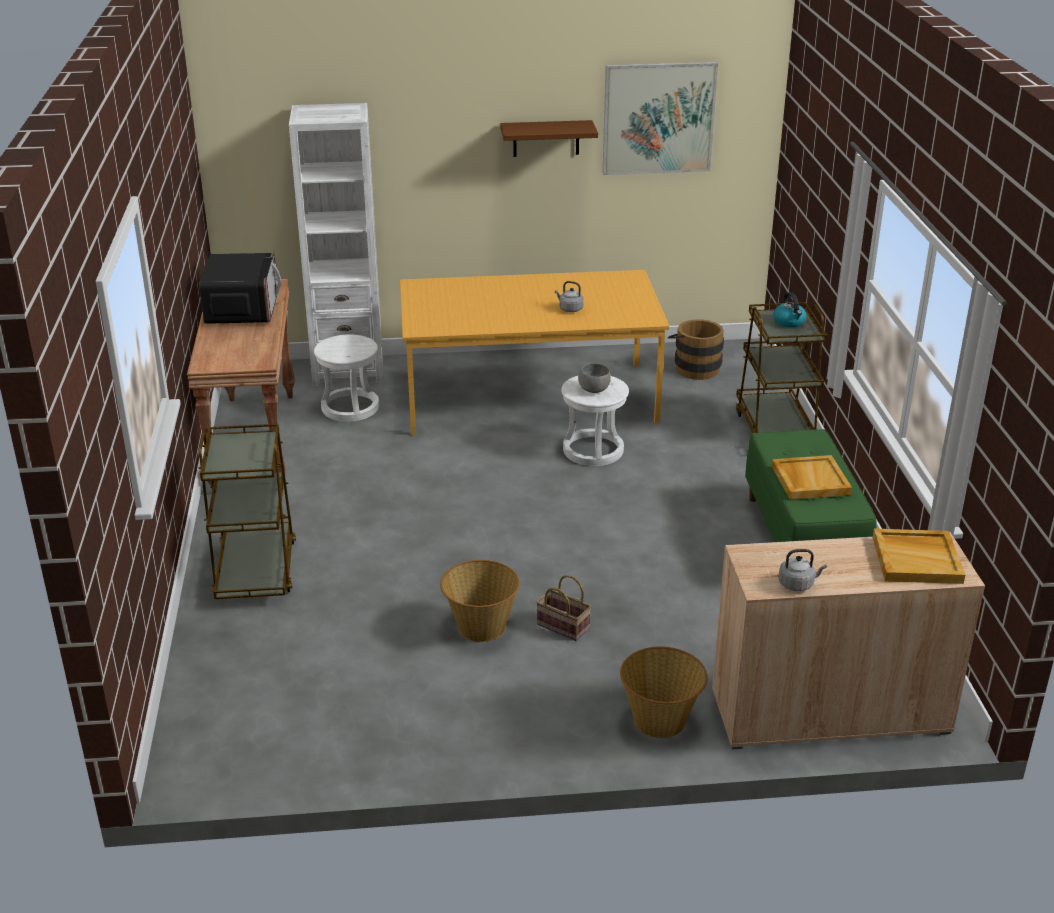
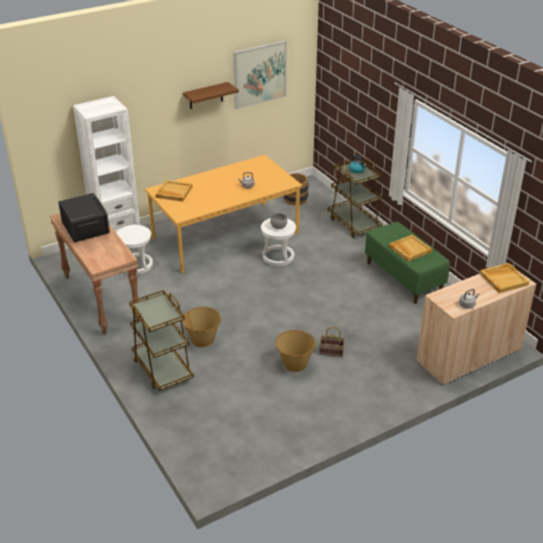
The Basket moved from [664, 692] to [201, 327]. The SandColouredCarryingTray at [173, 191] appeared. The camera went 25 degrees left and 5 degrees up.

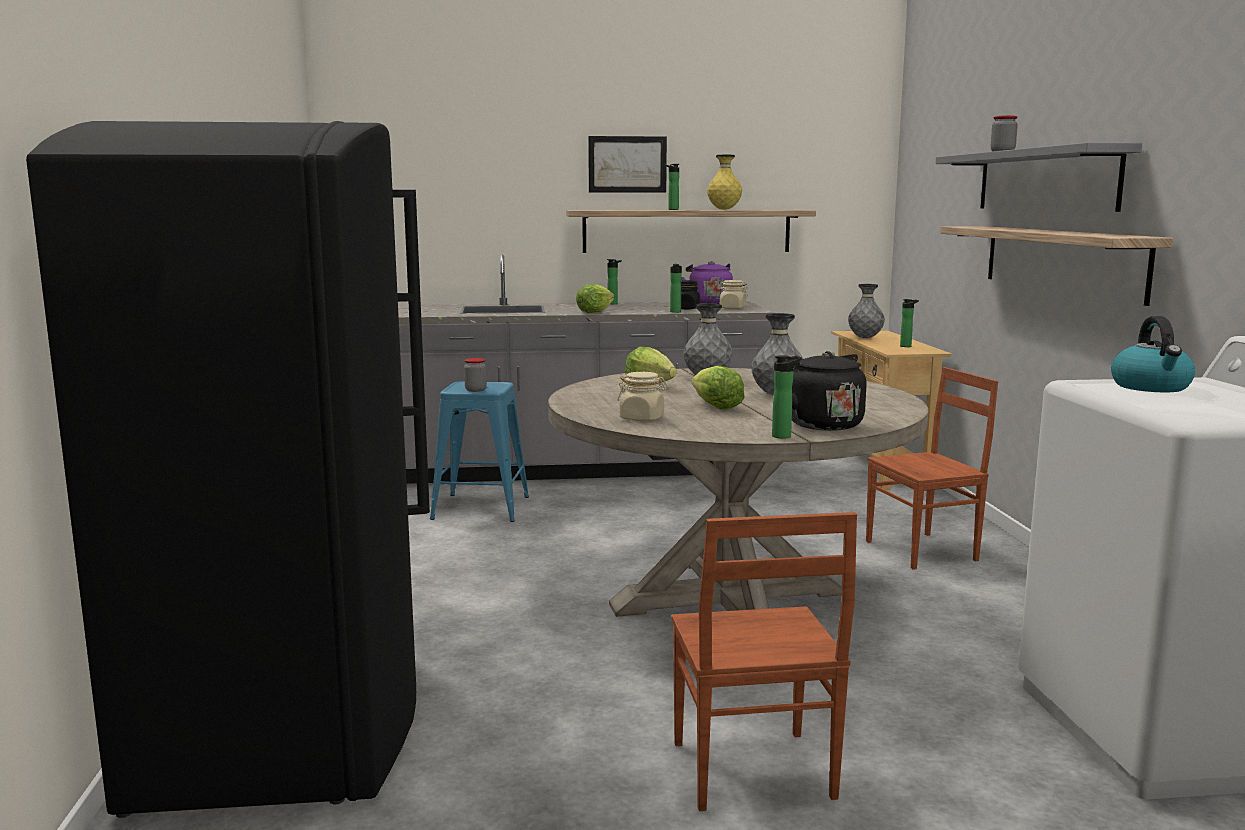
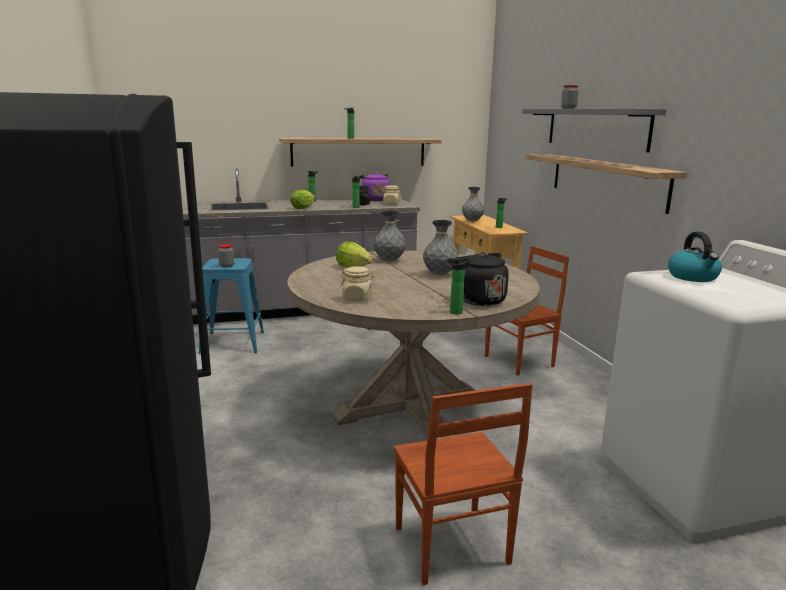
The WallArt at [627, 164] disappeared. The YellowDecorativeVase at [724, 182] disappeared. The Lettuce at [718, 388] disappeared. The camera went 10 degrees left and 5 degrees up.

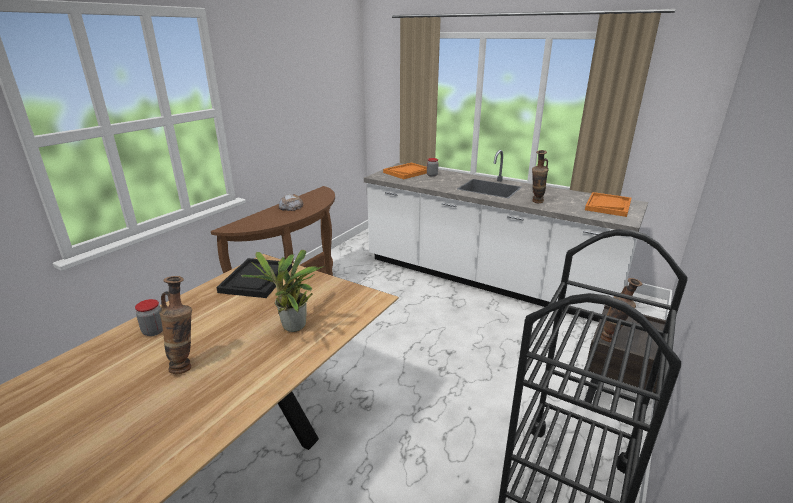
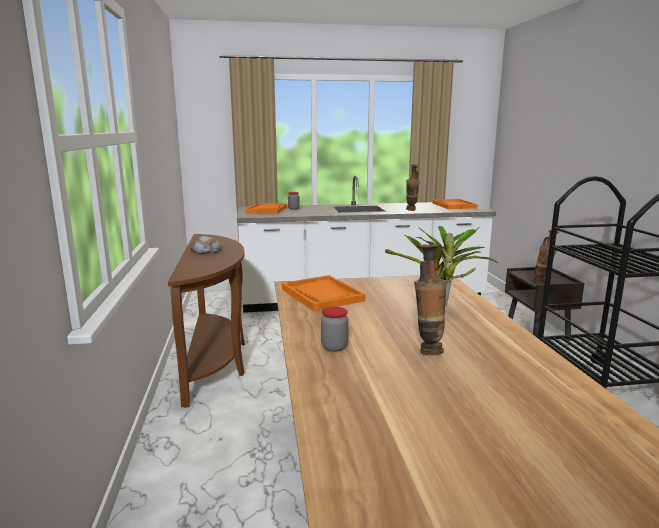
The BlackCarryingTray at [254, 278] became the OrangeCarryingTray at [324, 293]. The camera went 40 degrees left and 10 degrees down.

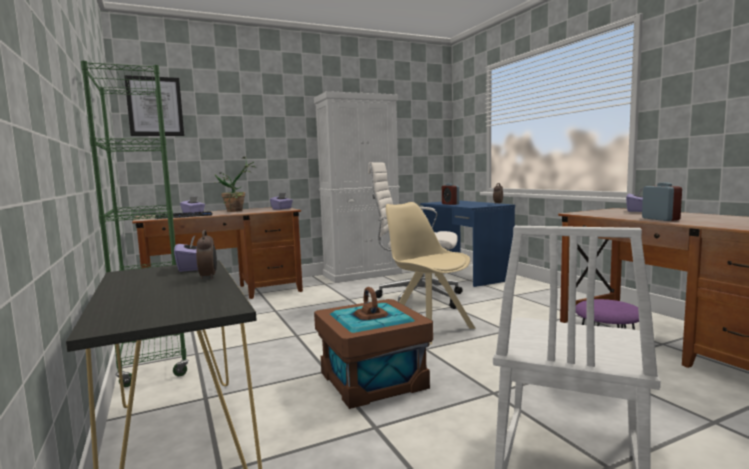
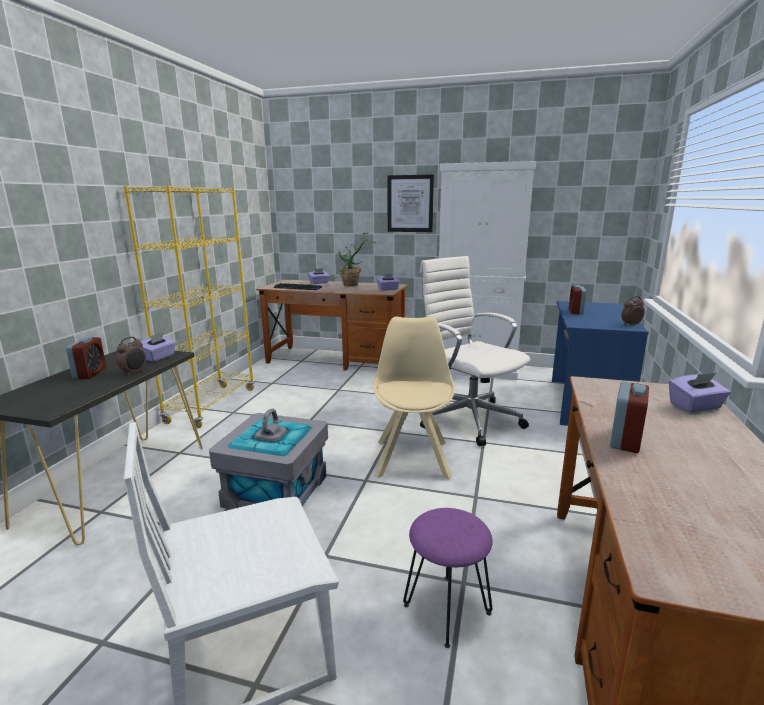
The GreenishBookcase at [135, 223] became the YellowBookcase at [189, 306]. The WallArt moved from [154, 105] to [410, 203]. The BrownishStorageContainer at [373, 348] became the GreyStorageContainer at [268, 458]. The TableClock at [86, 358] appeared. The camera went 40 degrees right and 10 degrees up.

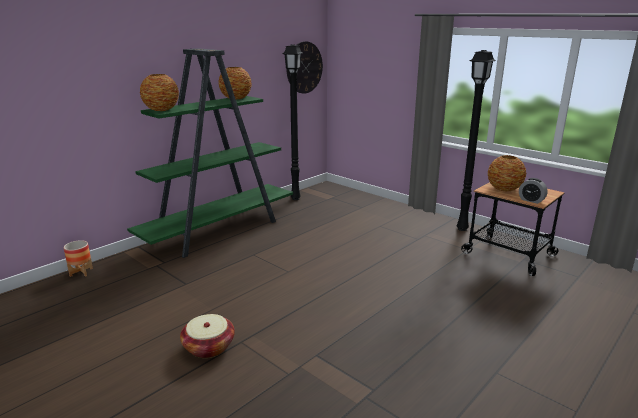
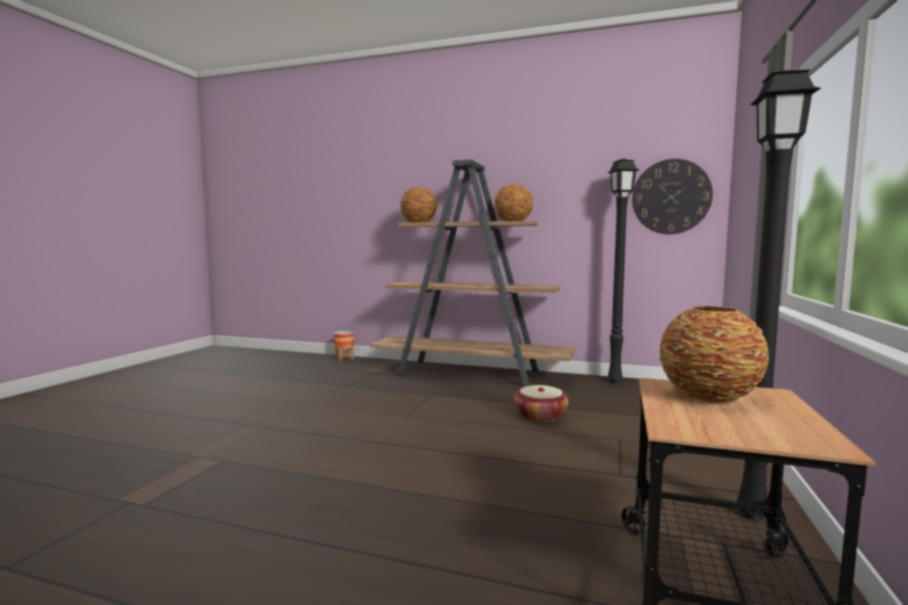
The GreenishBookcase at [210, 153] became the BrownishBookcase at [472, 273]. The TableClock at [533, 191] disappeared. The Basket moved from [207, 336] to [541, 403]. The camera went 65 degrees right and 15 degrees down.

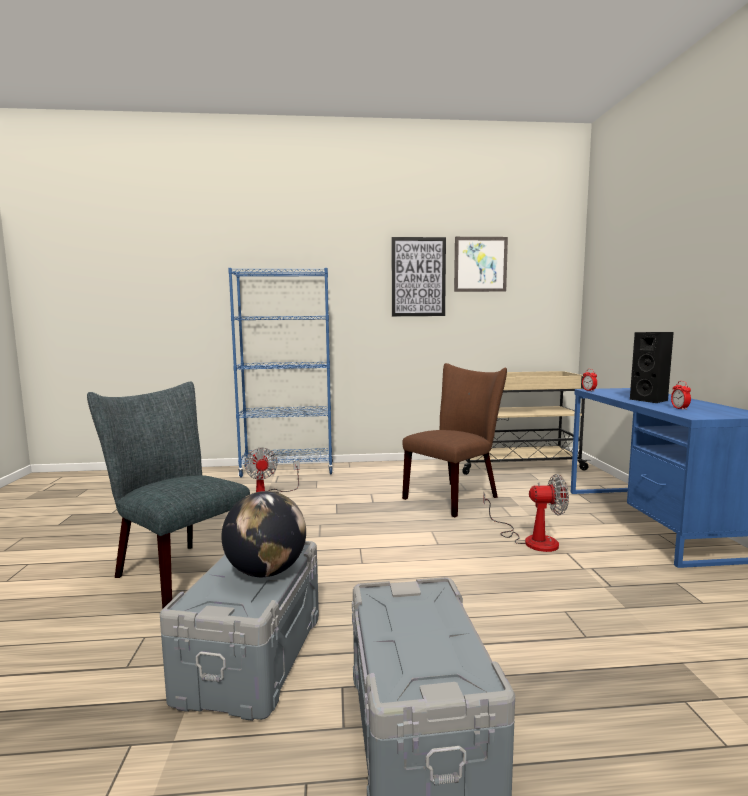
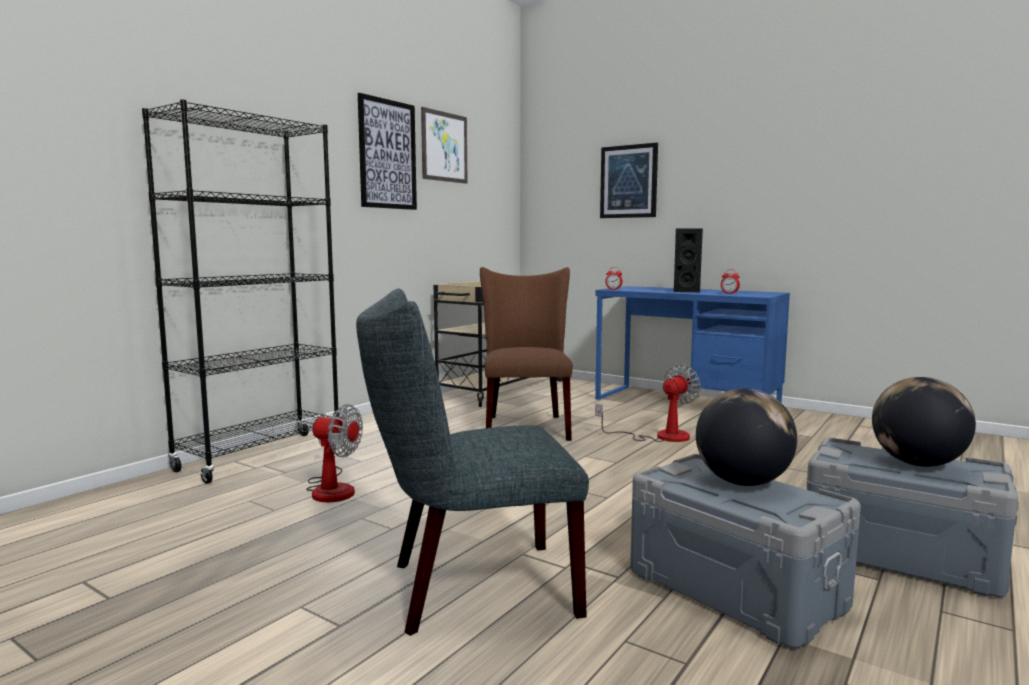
The BlueBookcase at [280, 373] became the BlackBookcase at [240, 291]. The WallArt at [629, 180] appeared. The WorldGlobe at [924, 422] appeared. The camera went 50 degrees left and 0 degrees up.

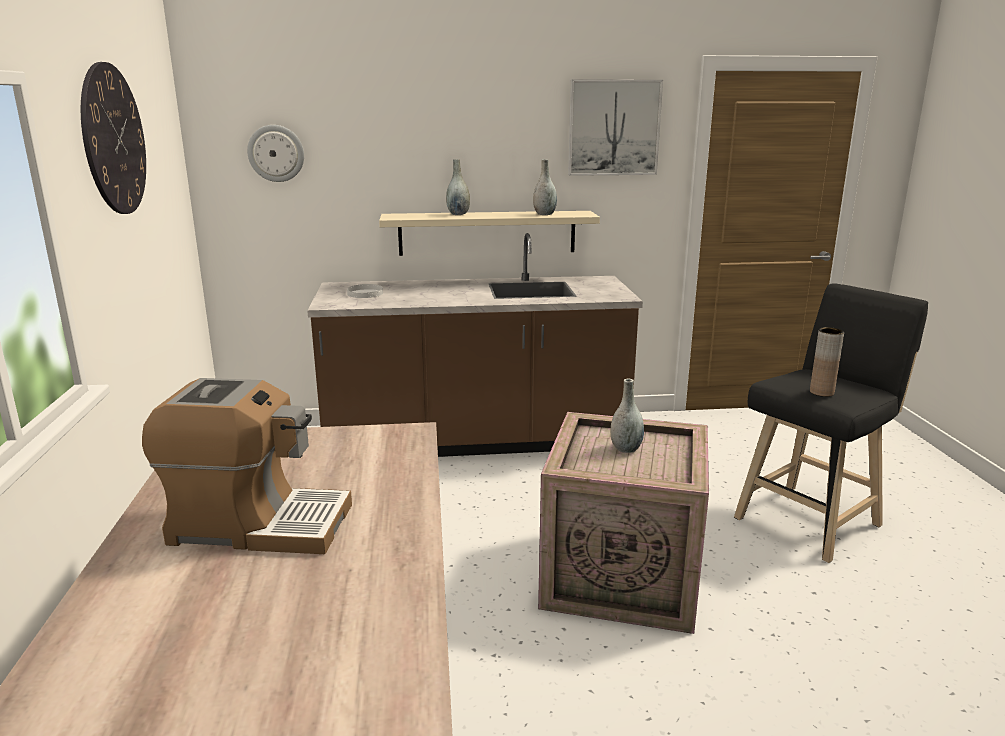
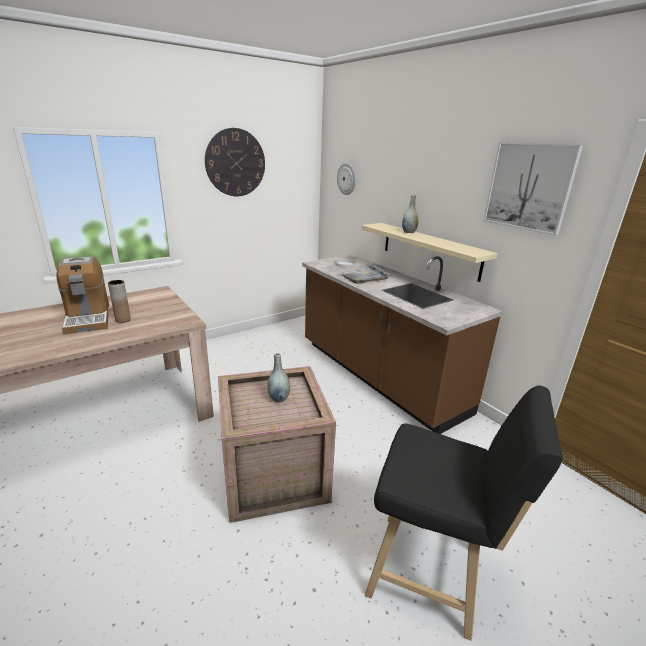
The GreyDecorativeVase at [545, 187] disappeared. The BrownishDecorativeVase moved from [827, 362] to [119, 301]. The GreyCarryingTray at [364, 274] appeared. The camera went 60 degrees right and 5 degrees up.

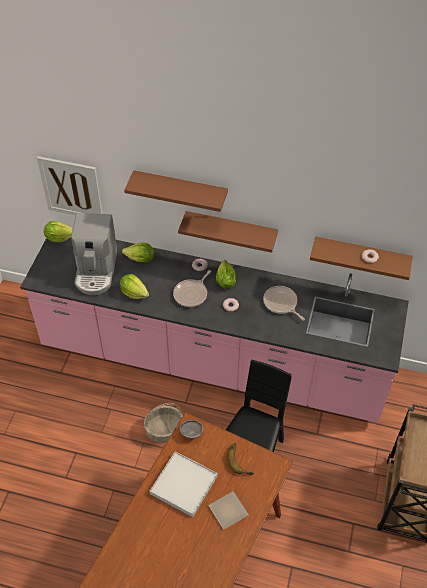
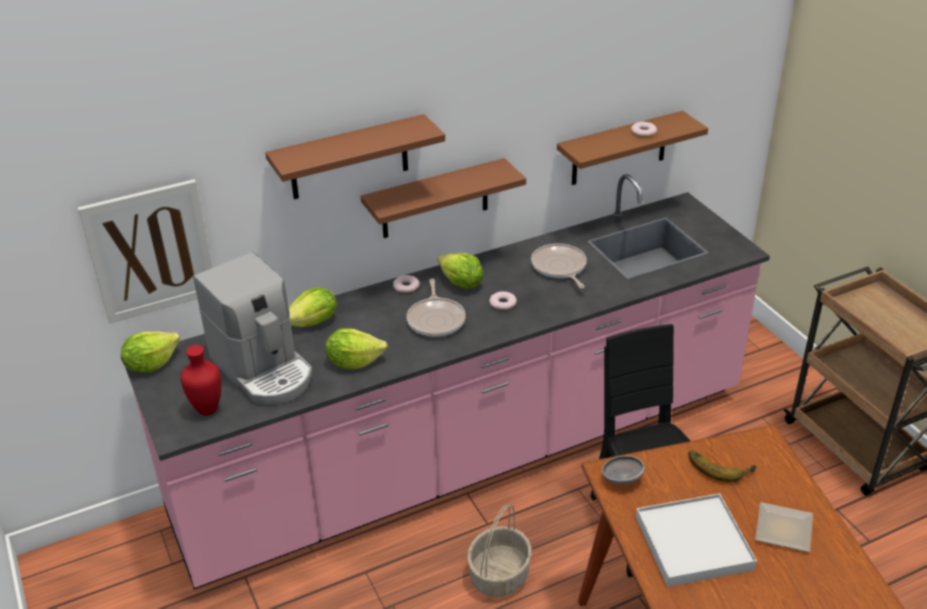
The FryingPan at [284, 303] turned 60 degrees clockwise. The RedColouredDecorativeVase at [201, 380] appeared. The camera went 40 degrees left and 15 degrees down.

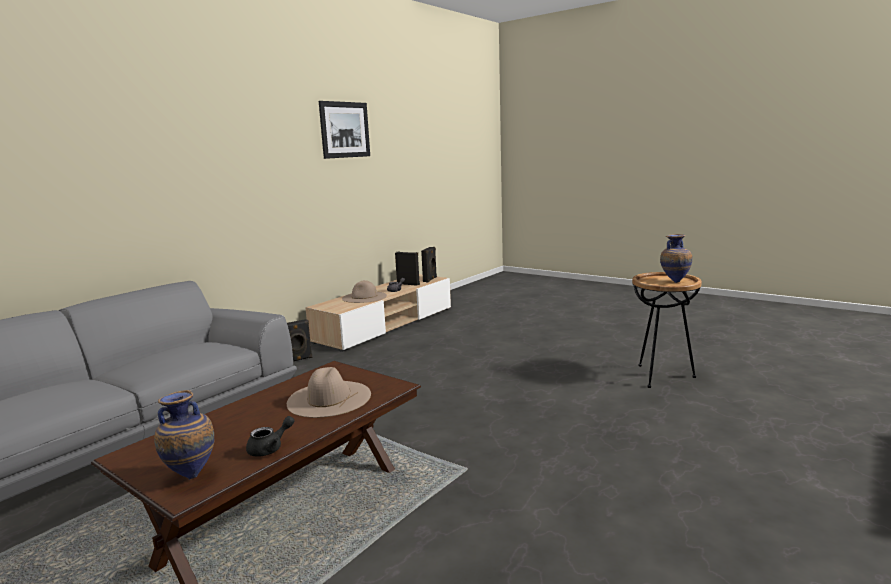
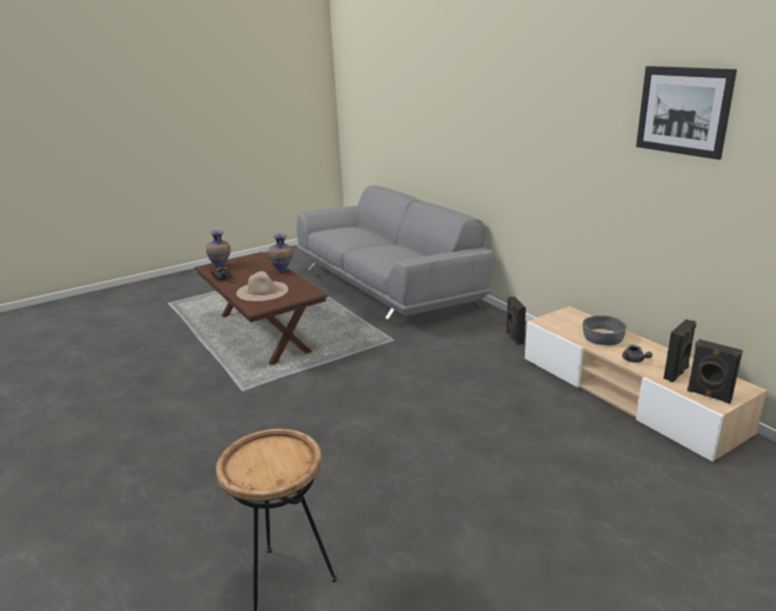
The DecorativeVase moved from [676, 258] to [280, 252]. The SandColouredWearableHat at [364, 291] was replaced by the GreyBowl at [604, 330]. The camera went 110 degrees right and 10 degrees up.

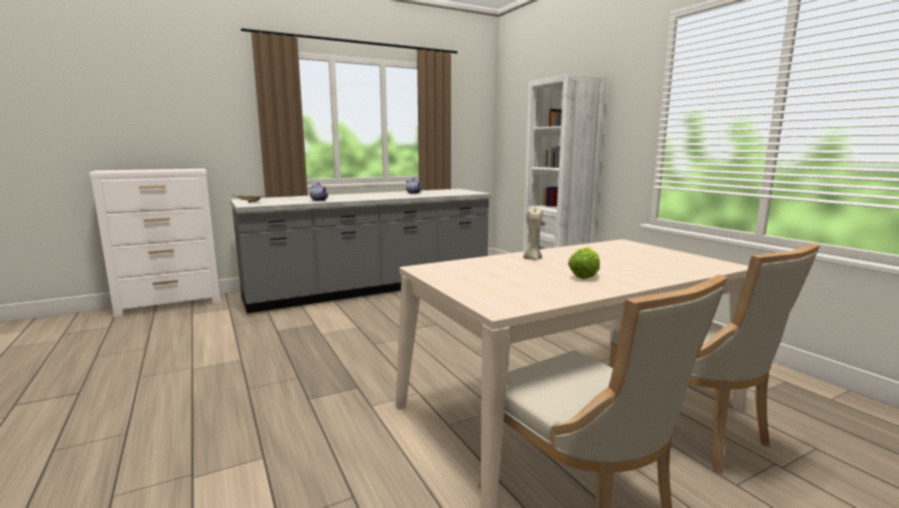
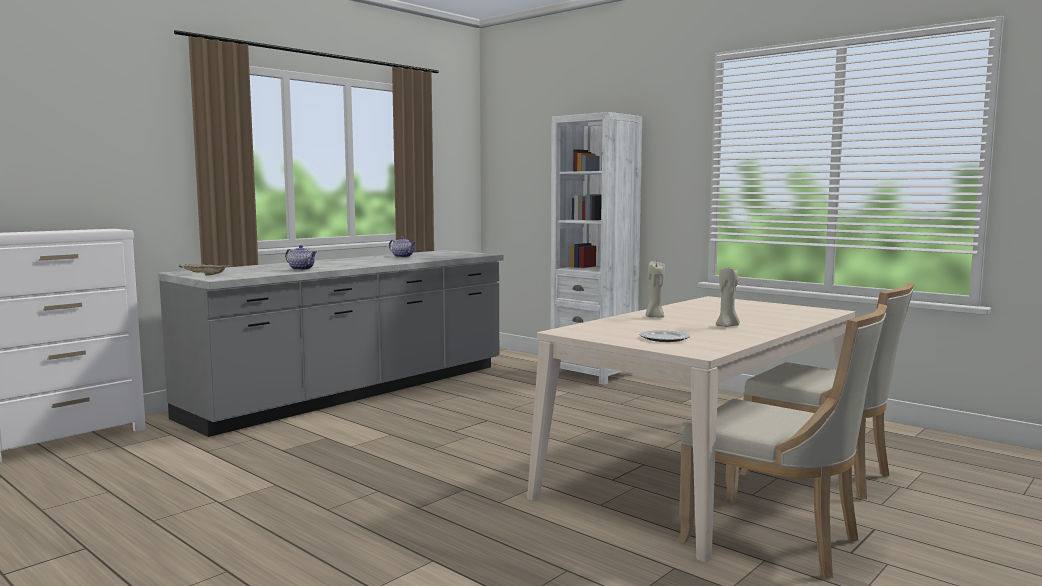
The Lettuce at [584, 263] was replaced by the SandColouredWaxCandle at [728, 297]. The DinnerPlate at [664, 336] appeared. The camera went 20 degrees left and 5 degrees down.

